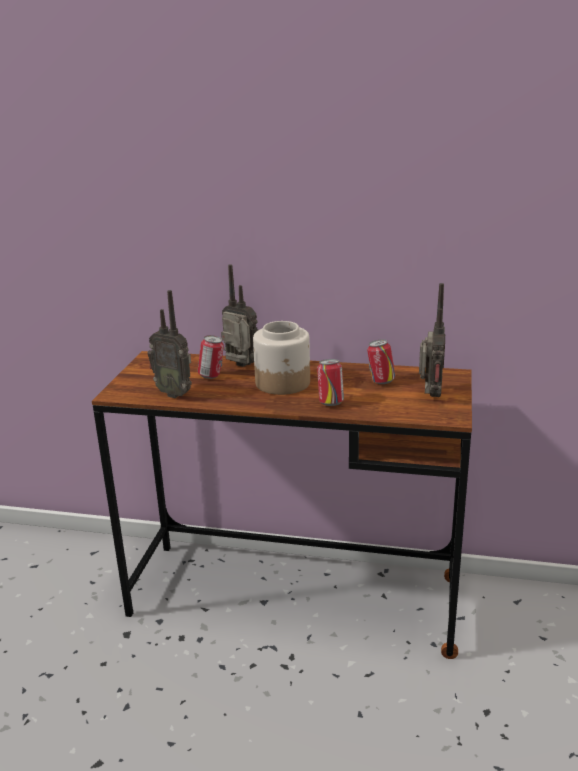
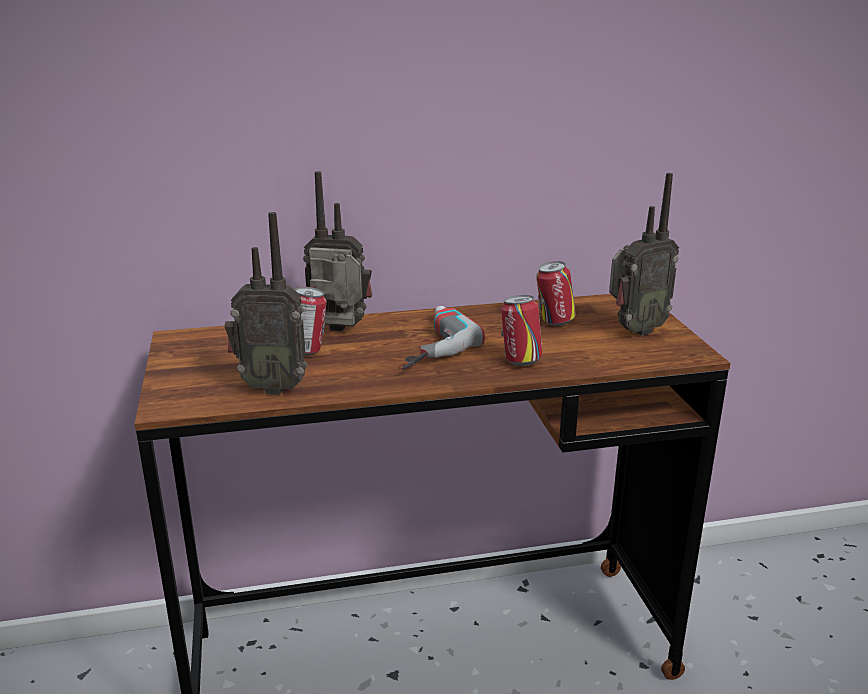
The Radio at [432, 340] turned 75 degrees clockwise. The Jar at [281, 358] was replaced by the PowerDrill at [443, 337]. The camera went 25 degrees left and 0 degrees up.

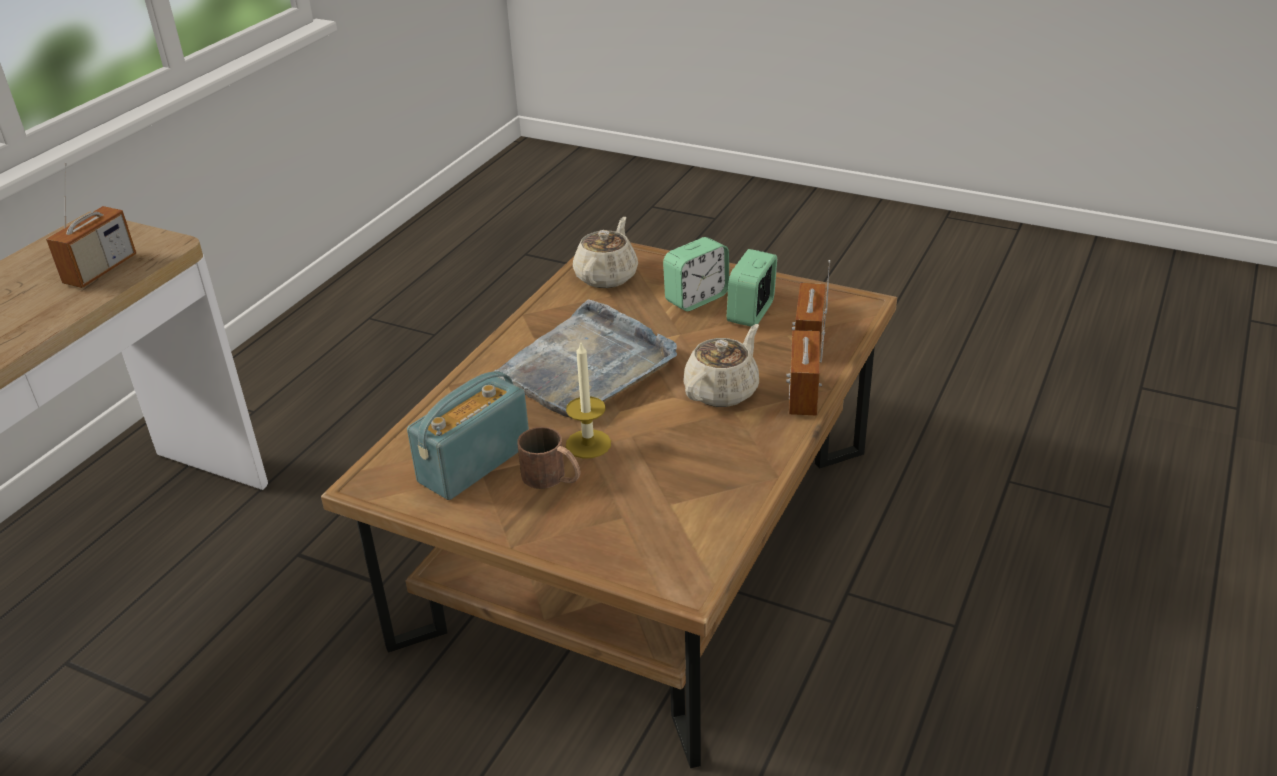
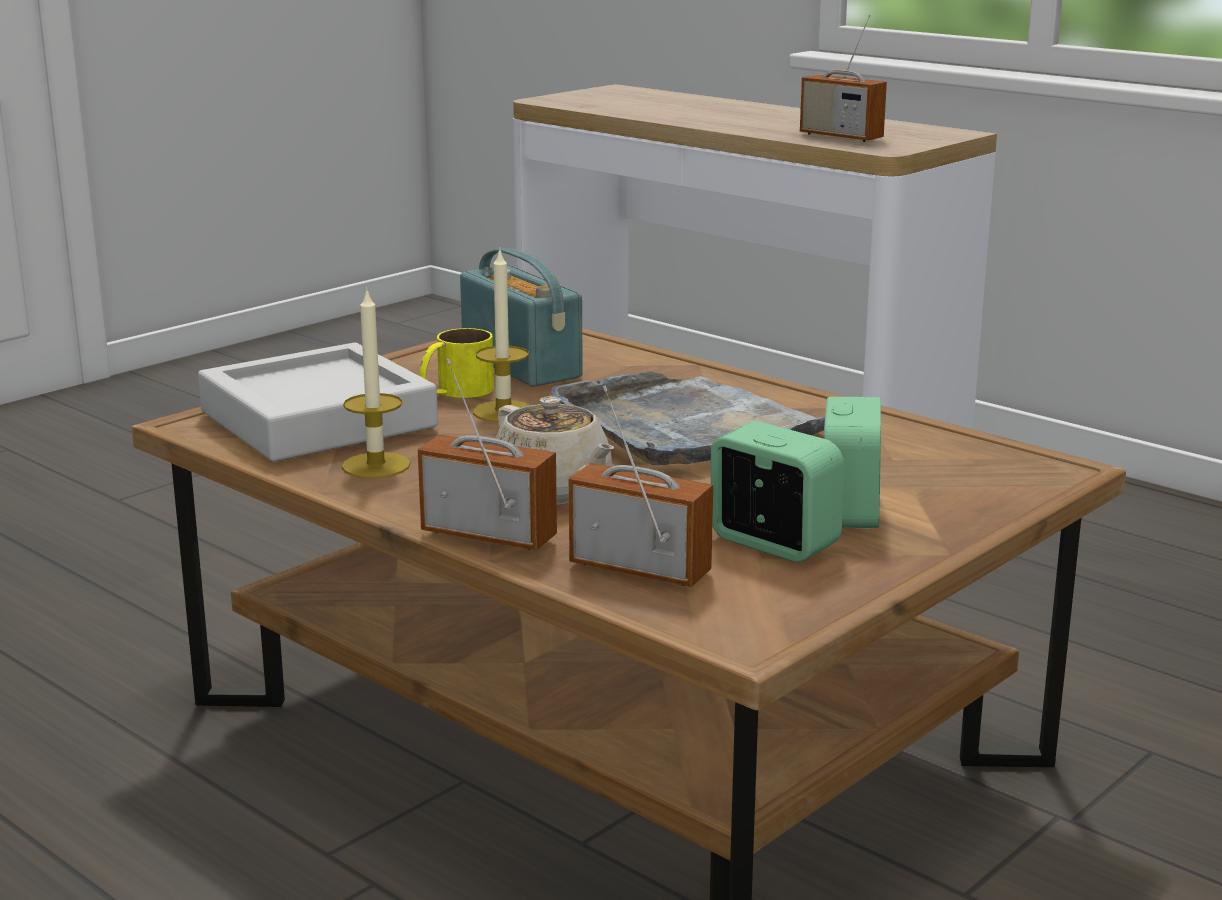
The SandColouredTeaPot at [605, 252] disappeared. The TableClock at [696, 274] turned 150 degrees counterclockwise. The BrownishMug at [548, 458] became the YellowMug at [456, 363]. The WaxCandle at [376, 382] appeared. The GreyCarryingTray at [318, 402] appeared. The camera went 105 degrees right and 15 degrees down.

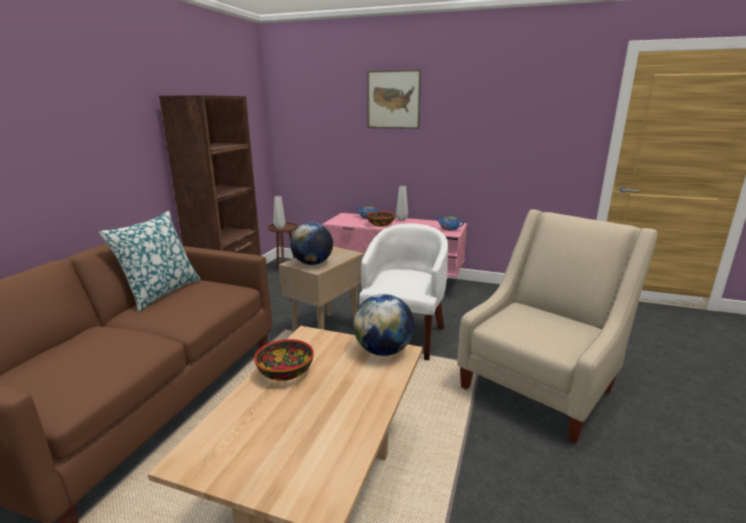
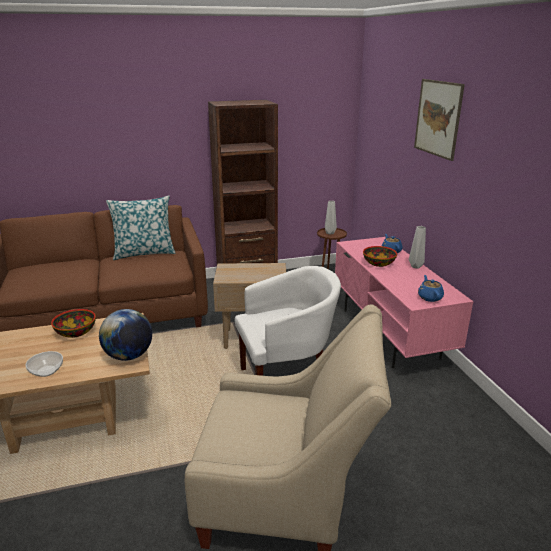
The WorldGlobe at [311, 243] disappeared. The Bowl at [44, 364] appeared. The camera went 55 degrees right and 5 degrees up.

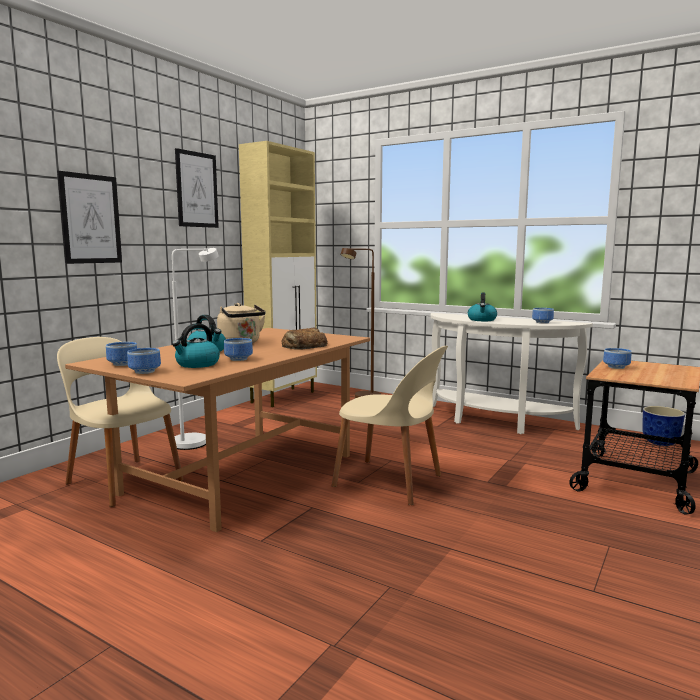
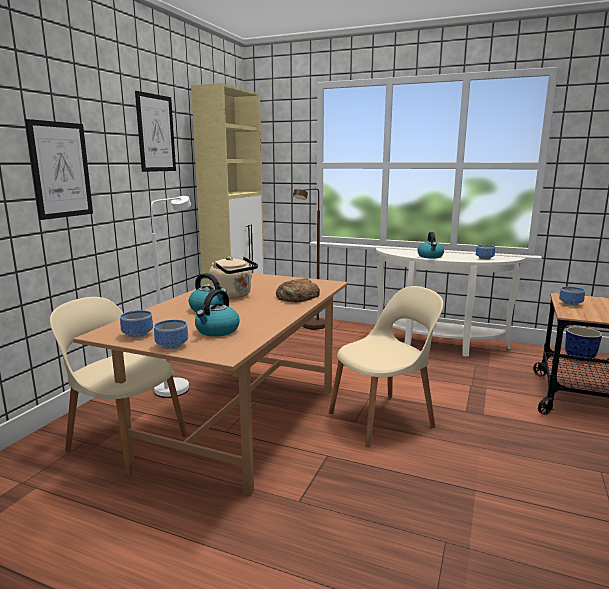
The Bowl at [238, 349] disappeared. The SandColouredChair at [390, 425] turned 45 degrees counterclockwise. The camera went 10 degrees left and 5 degrees up.

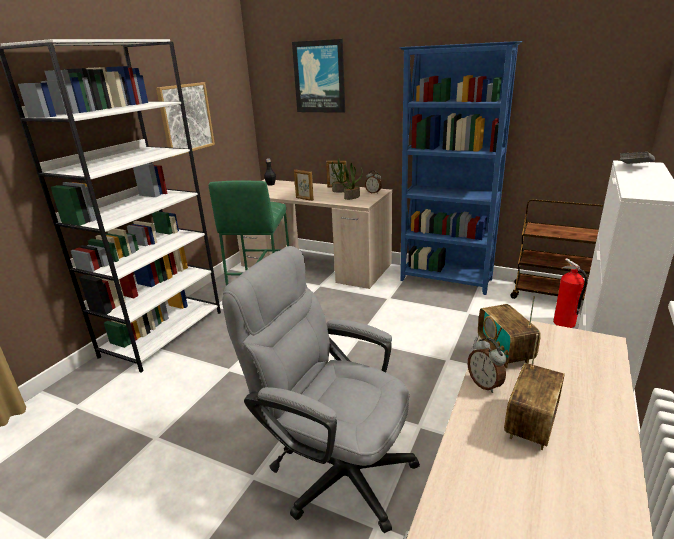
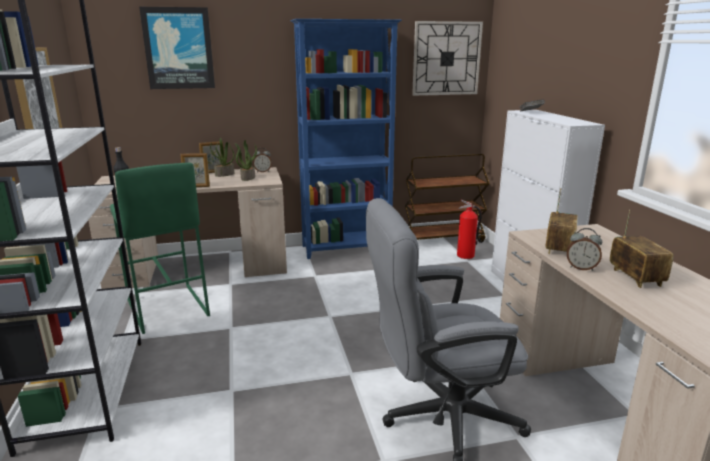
The Radio at [509, 332] turned 105 degrees counterclockwise. The HangingClock at [447, 58] appeared. The camera went 40 degrees left and 5 degrees down.

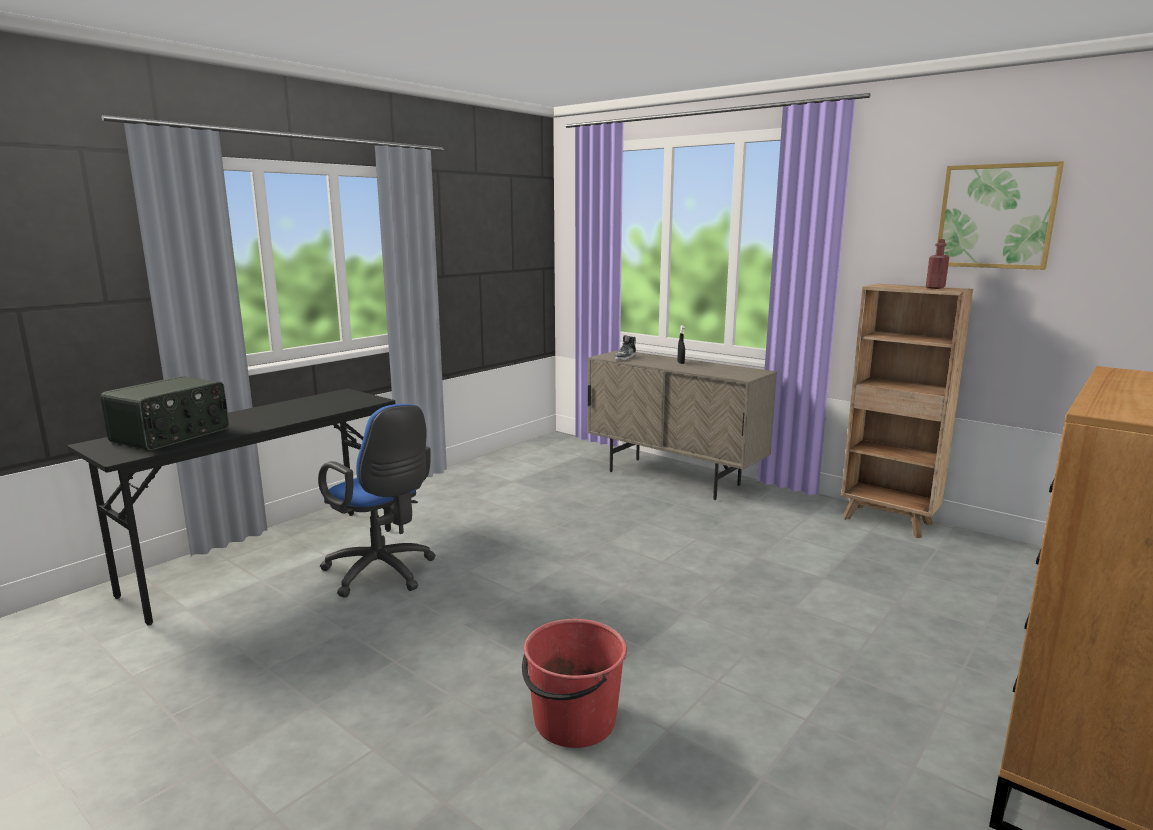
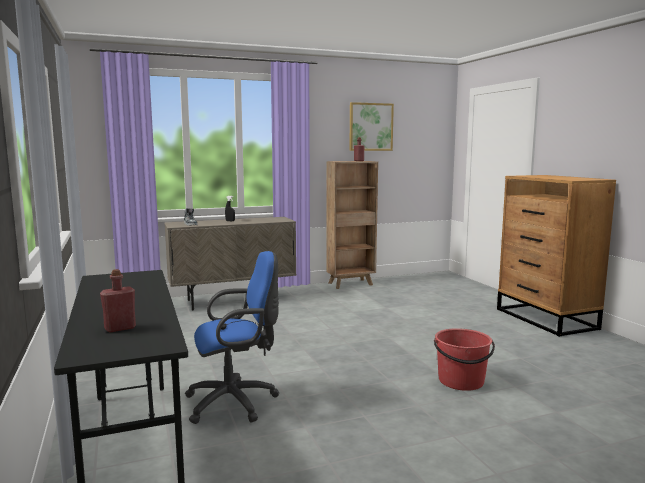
The Radio at [165, 413] was replaced by the RedColouredBottle at [118, 300]. The camera went 60 degrees left and 5 degrees down.

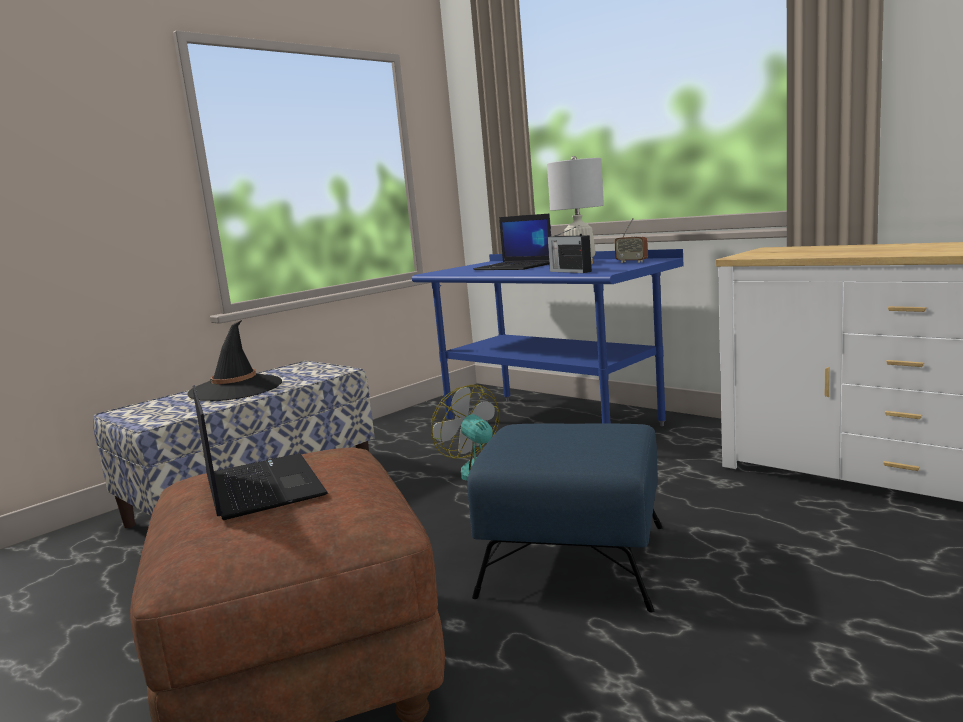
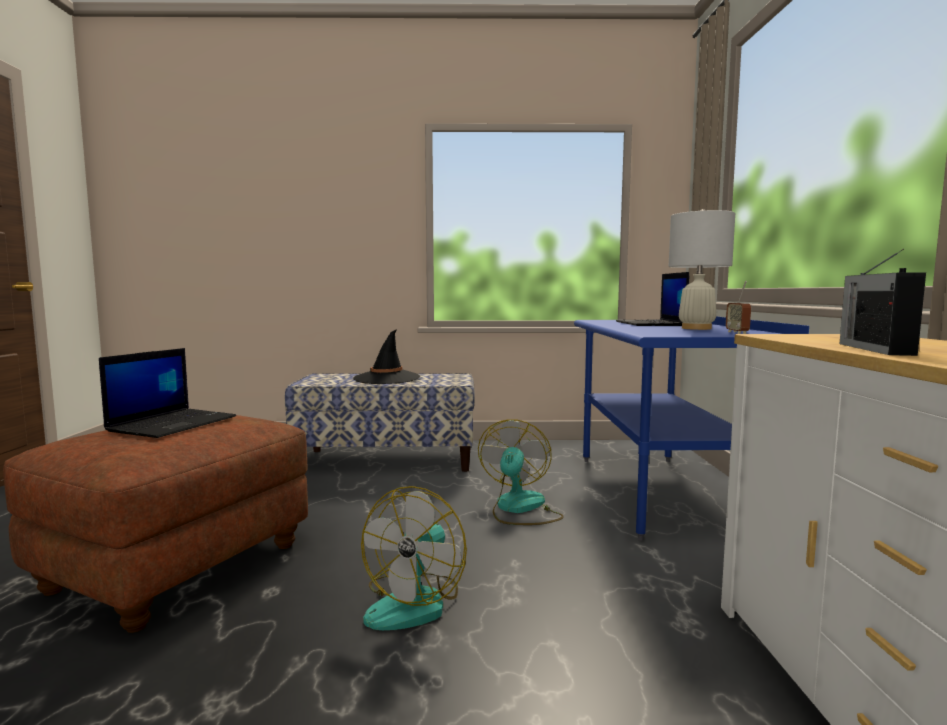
The Radio moved from [570, 249] to [883, 302]. The BlueFootrest at [565, 517] was replaced by the Fan at [414, 558]. The camera went 45 degrees right and 5 degrees down.

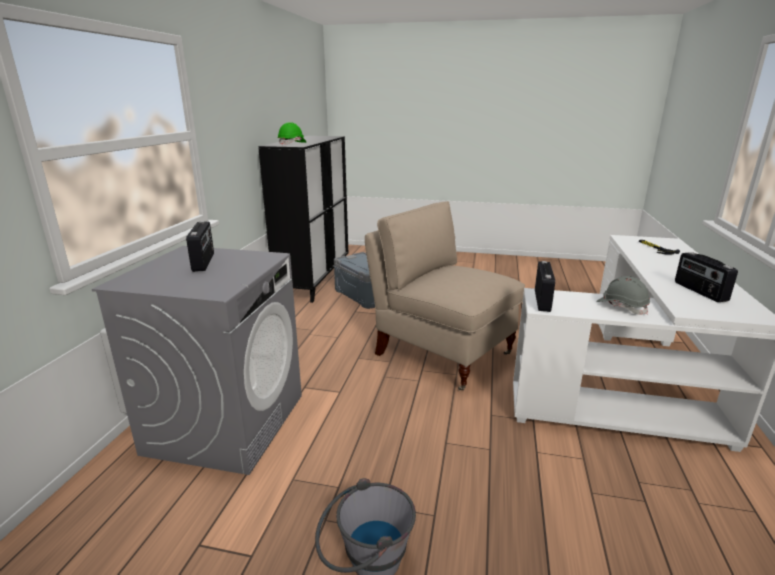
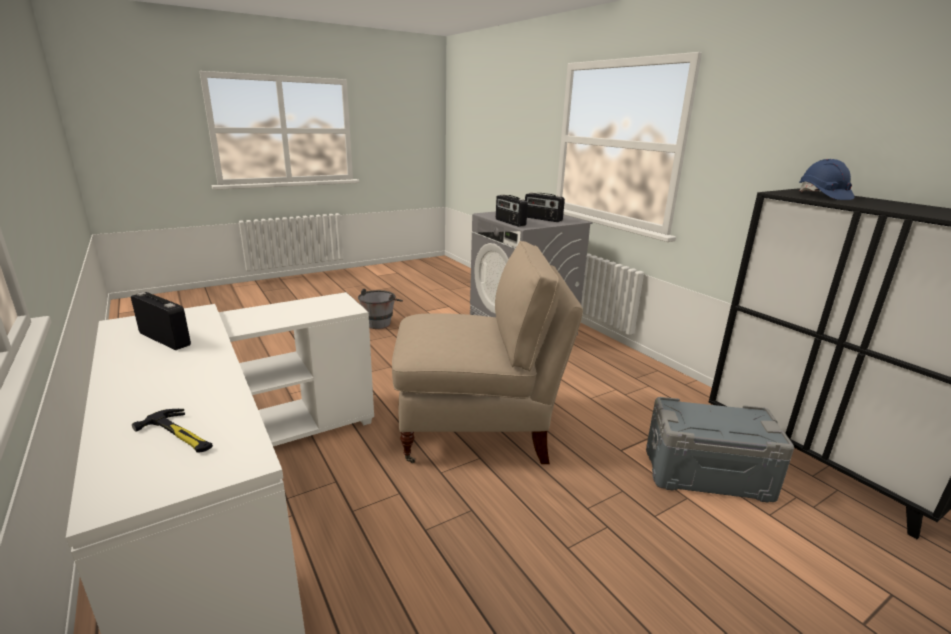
The GreenishHardHat at [291, 133] became the BlueHardHat at [826, 179]. The Radio moved from [545, 286] to [512, 211]. The GreyHardHat at [623, 295] disappeared. The camera went 135 degrees right and 0 degrees up.

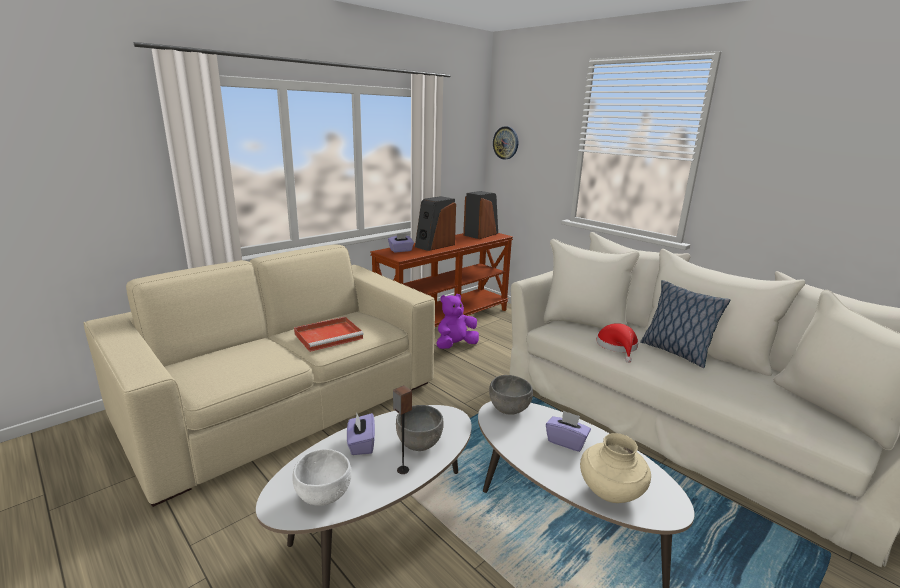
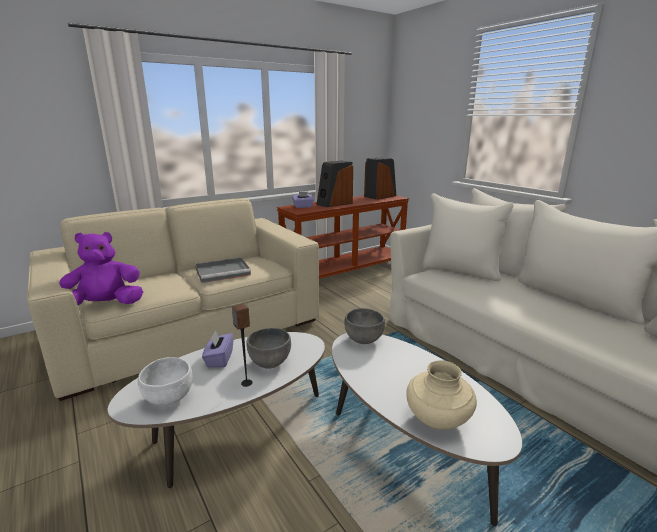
The HangingClock at [505, 142] disappeared. The ThrowPillow at [685, 324] disappeared. The PurpleColouredCuddlyToy moved from [458, 321] to [101, 268]. The RedColouredCarryingTray at [329, 334] became the GreyCarryingTray at [223, 270]. The RedColouredWearableHat at [617, 343] disappeared. The PurpleColouredTissueBox at [568, 431] disappeared. The camera went 10 degrees right and 0 degrees up.

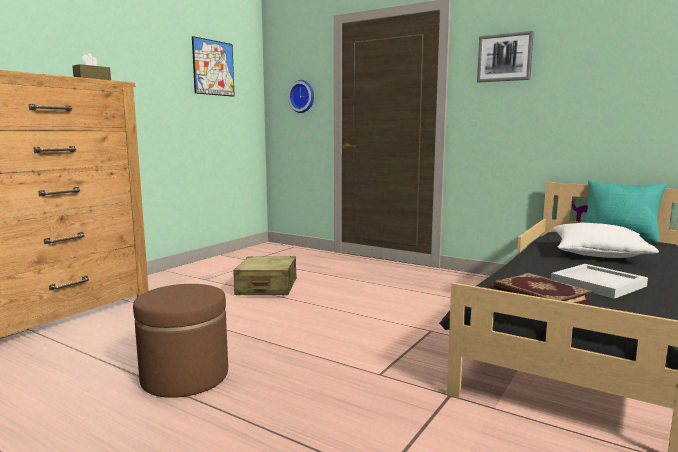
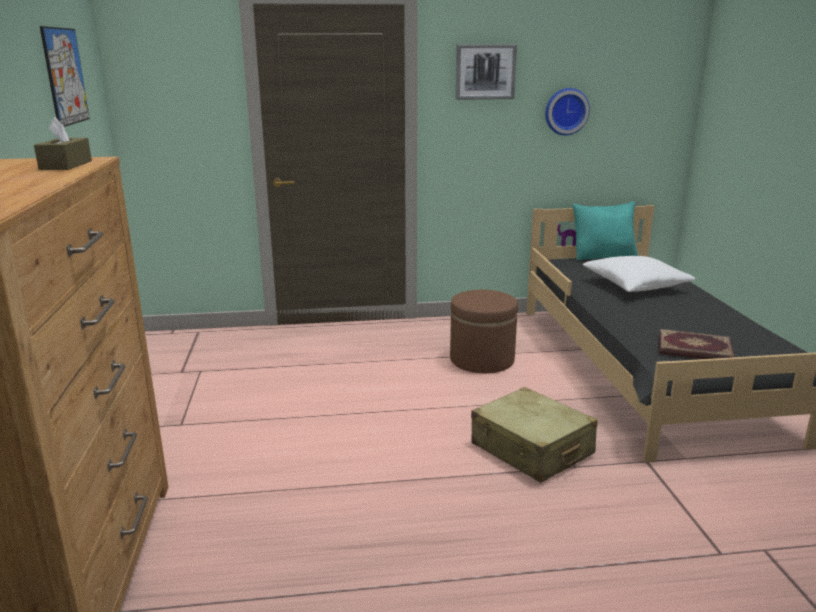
The HangingClock moved from [301, 96] to [567, 111]. The SandColouredPieceOfLuggage moved from [265, 275] to [534, 435]. The WhiteColouredCarryingTray at [599, 281] disappeared. The BrownishFootrest moved from [180, 341] to [484, 331]. The camera went 40 degrees left and 10 degrees up.

